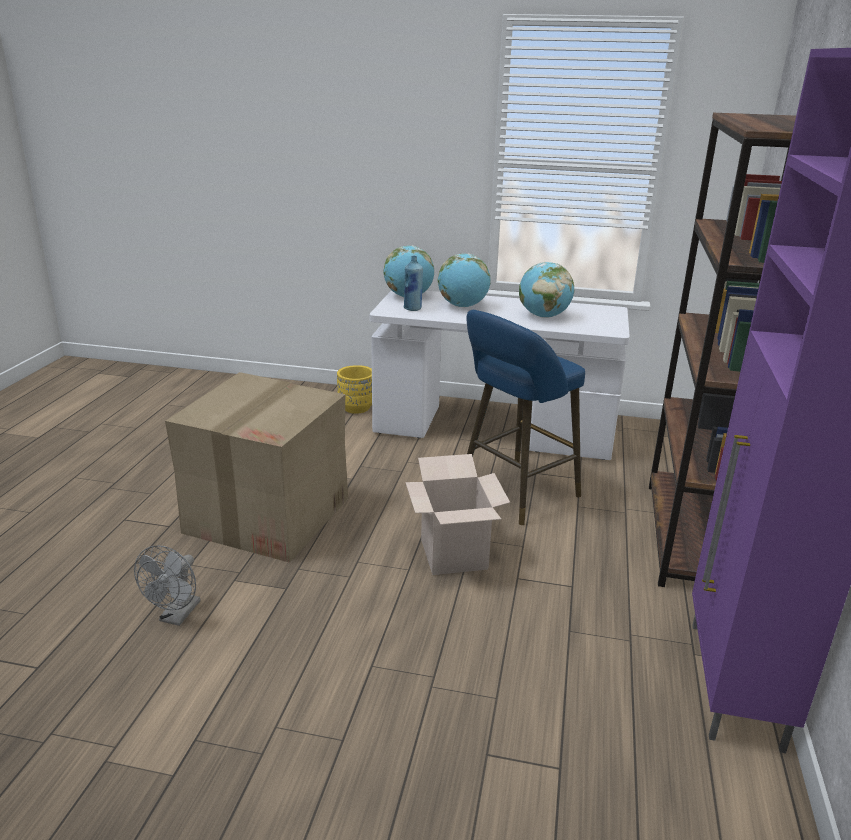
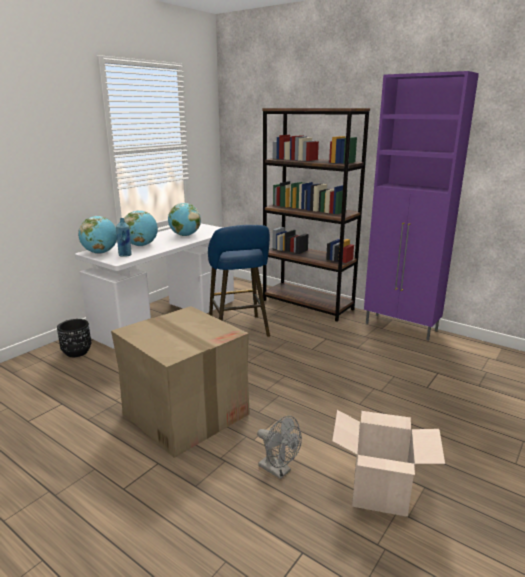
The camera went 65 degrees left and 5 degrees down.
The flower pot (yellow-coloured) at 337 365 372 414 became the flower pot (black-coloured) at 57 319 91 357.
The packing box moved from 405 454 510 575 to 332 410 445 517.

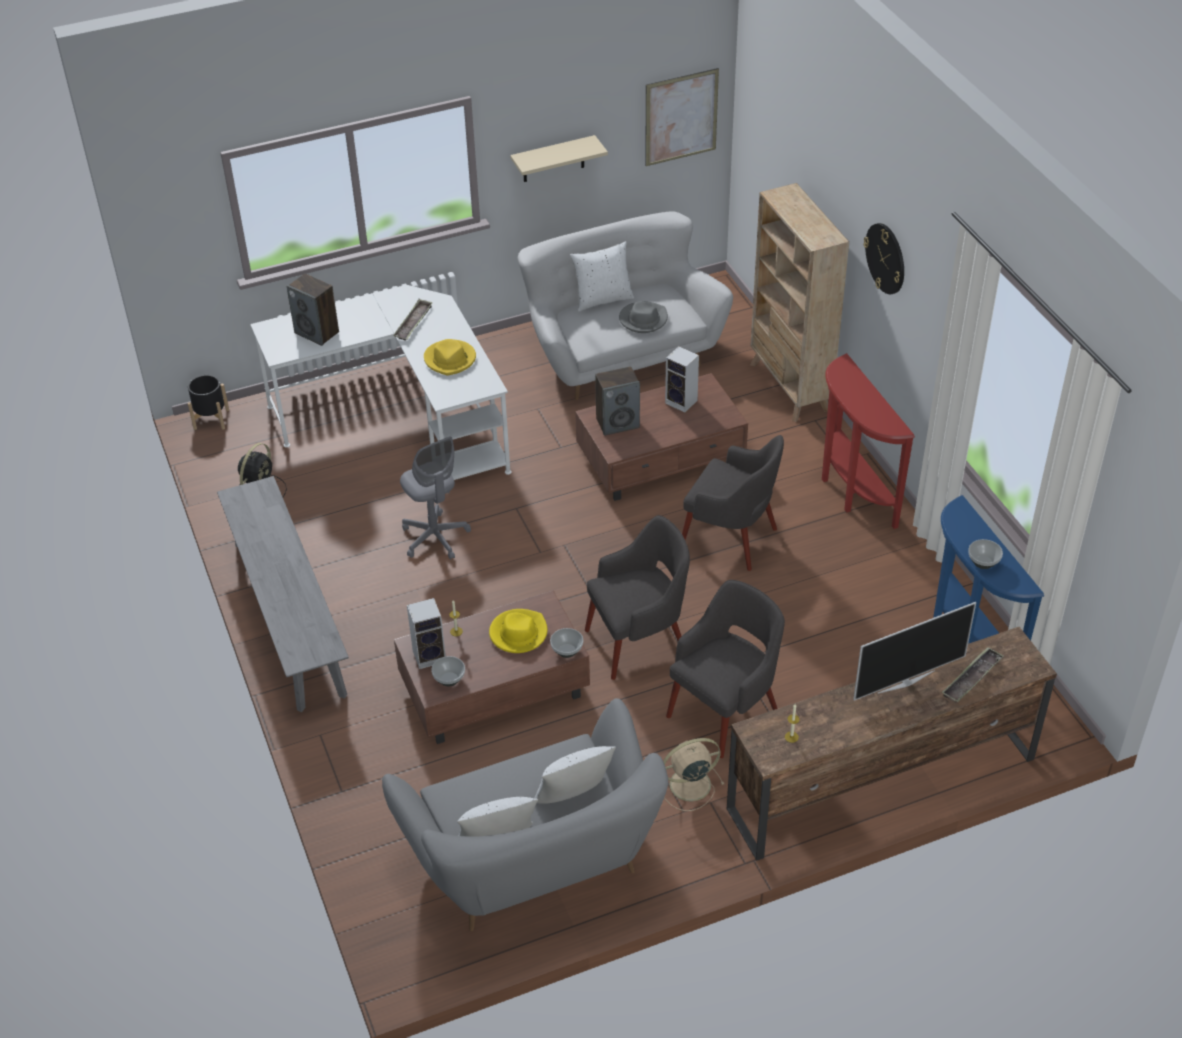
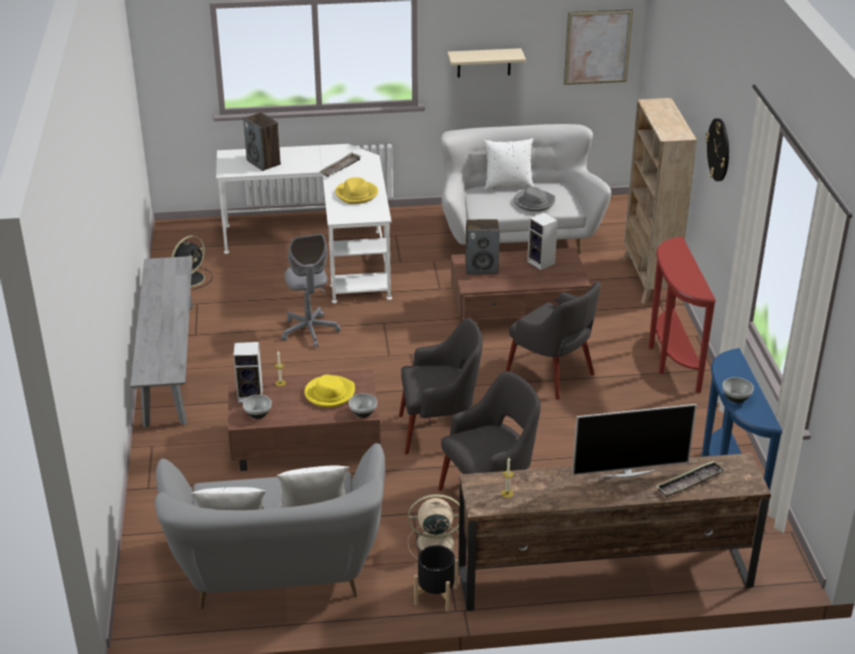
The camera went 15 degrees right and 10 degrees down.
The flower pot (black-coloured) moved from 188 375 229 430 to 414 545 459 612.

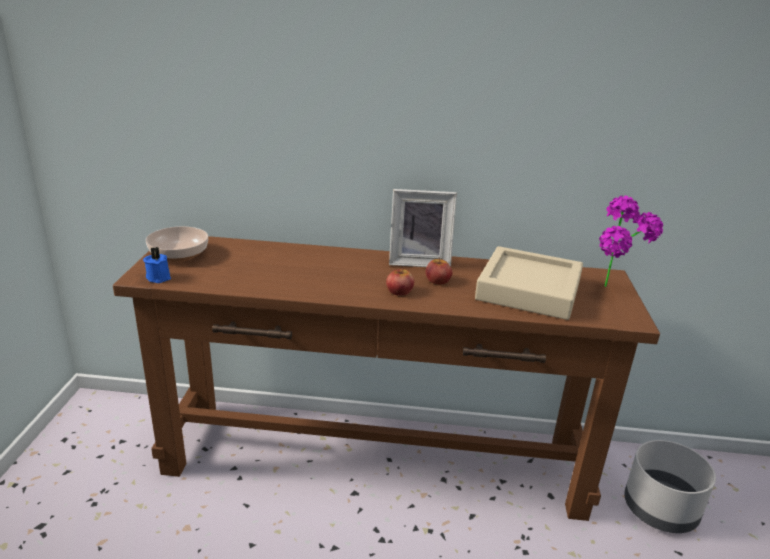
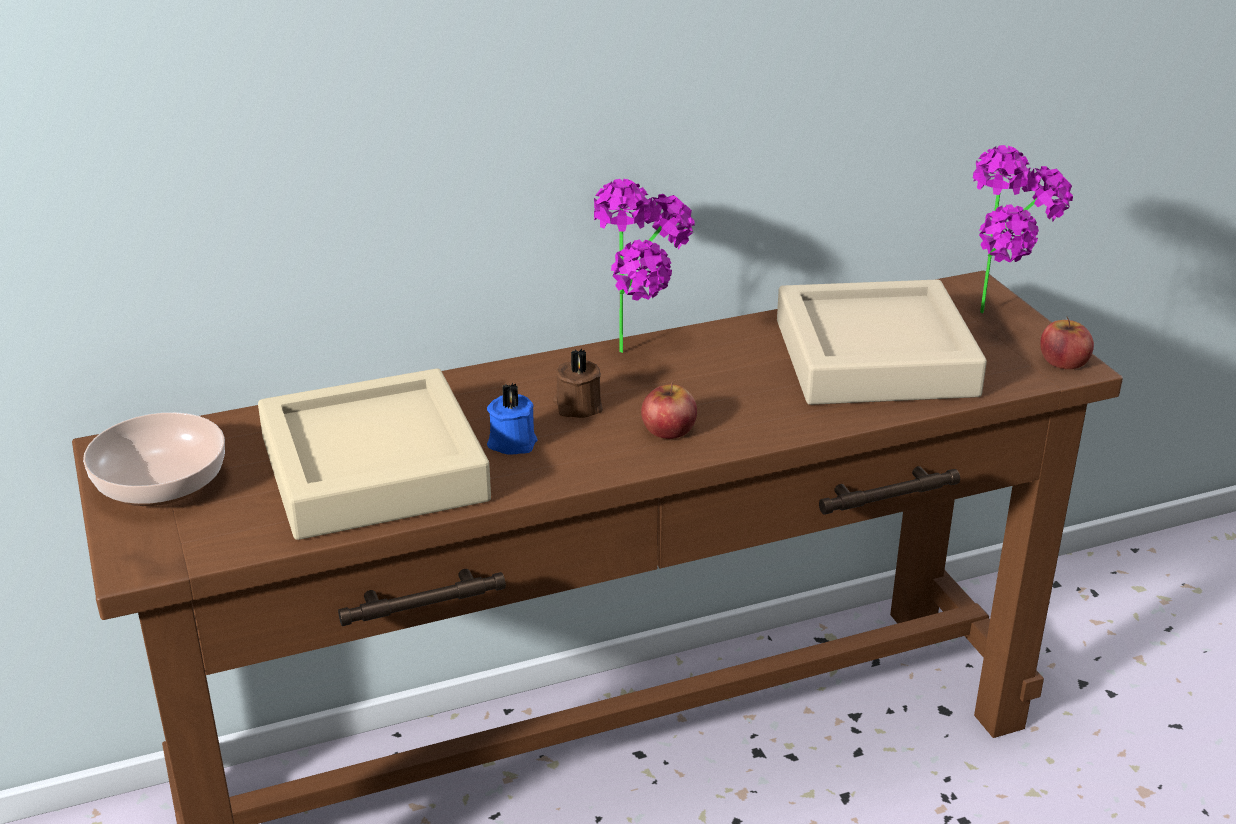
The camera went 25 degrees left and 5 degrees up.
The wax light (bluish) moved from 143 247 171 283 to 487 383 537 455.
The picture frame at 389 189 457 267 was replaced by the plant in a pot at 594 179 695 353.
The apple fruit moved from 426 258 452 285 to 1040 317 1094 369.
The flower pot (grey) at 624 440 716 533 disappeared.
The tray (beige-coloured) at 258 368 491 540 appeared.
The wax light (brown) at 553 349 603 418 appeared.

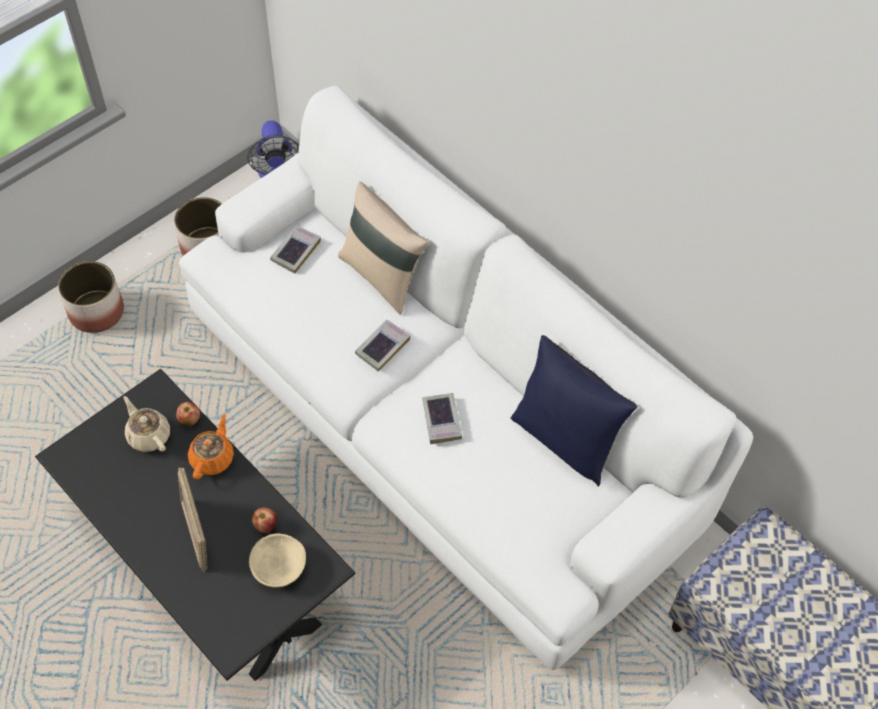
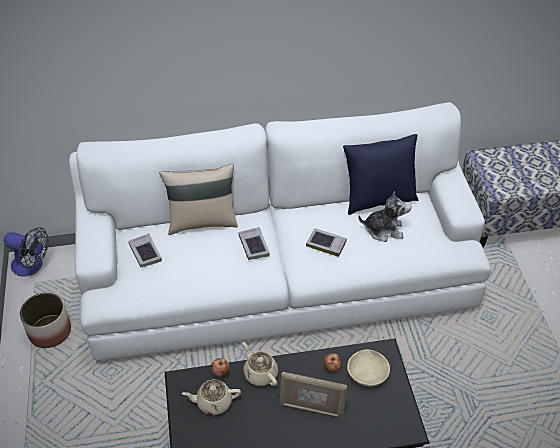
The camera went 55 degrees left and 10 degrees down.
The flower pot at 58 261 124 333 disappeared.
The tea pot (orange-coloured) at 188 414 234 479 became the tea pot (beige-coloured) at 243 342 278 386.
The cuddly toy at 358 191 412 242 appeared.

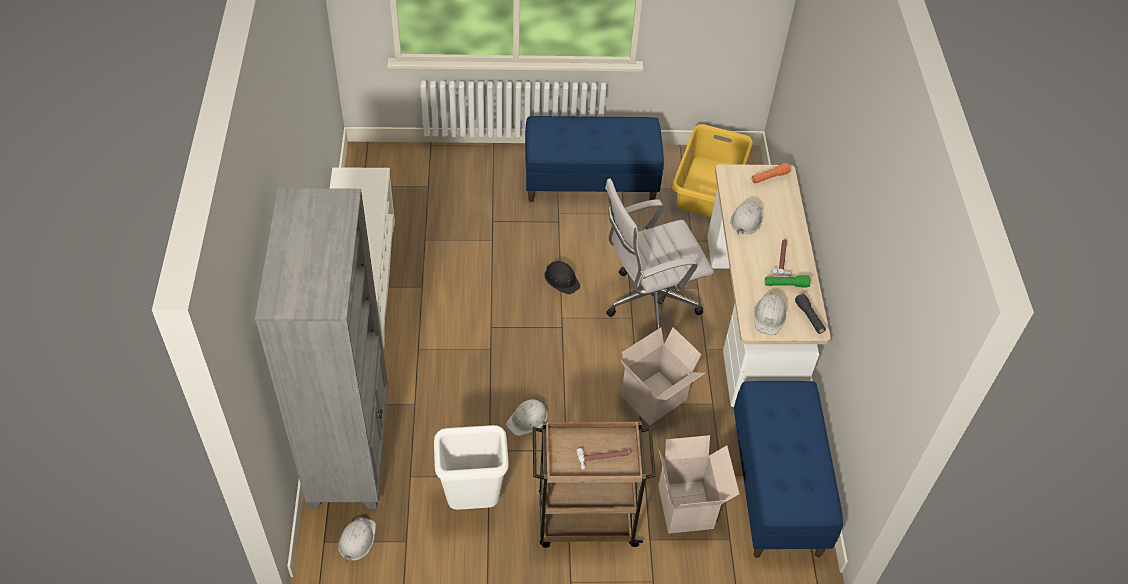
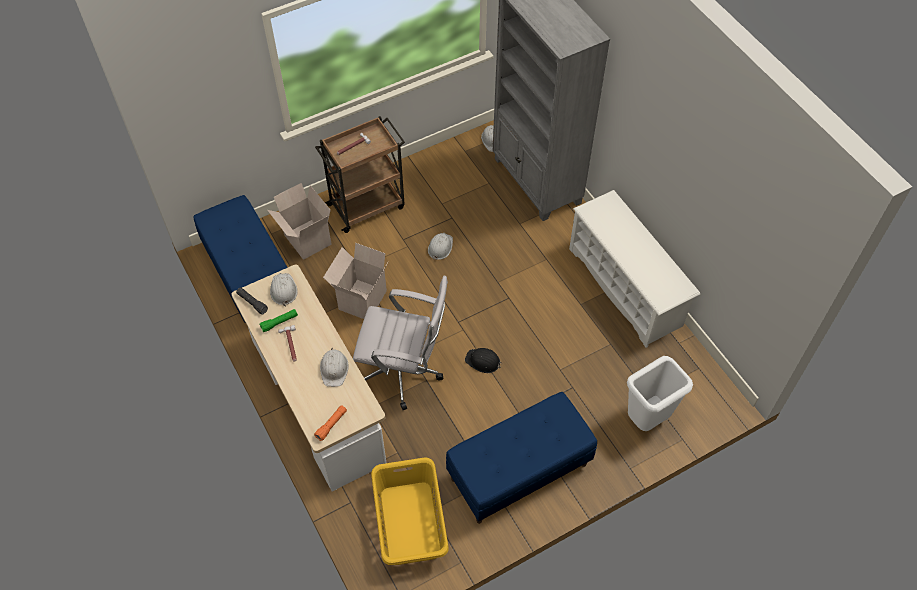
The camera went 155 degrees right and 5 degrees up.
The trash can (white-coloured) moved from 434 425 509 510 to 627 356 693 431.
The office chair (white-coloured) at 605 178 714 329 turned 60 degrees clockwise.

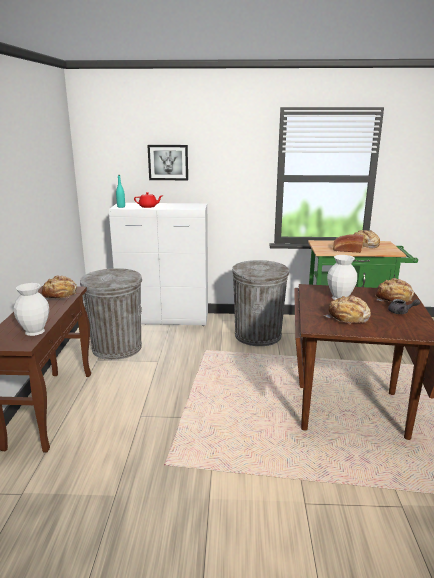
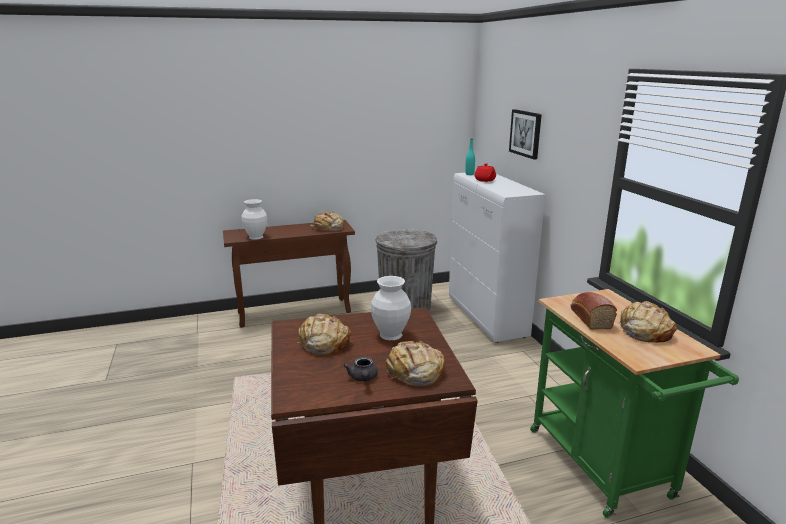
The camera went 70 degrees right and 0 degrees up.
The trash can (grey) at 232 260 289 346 disappeared.

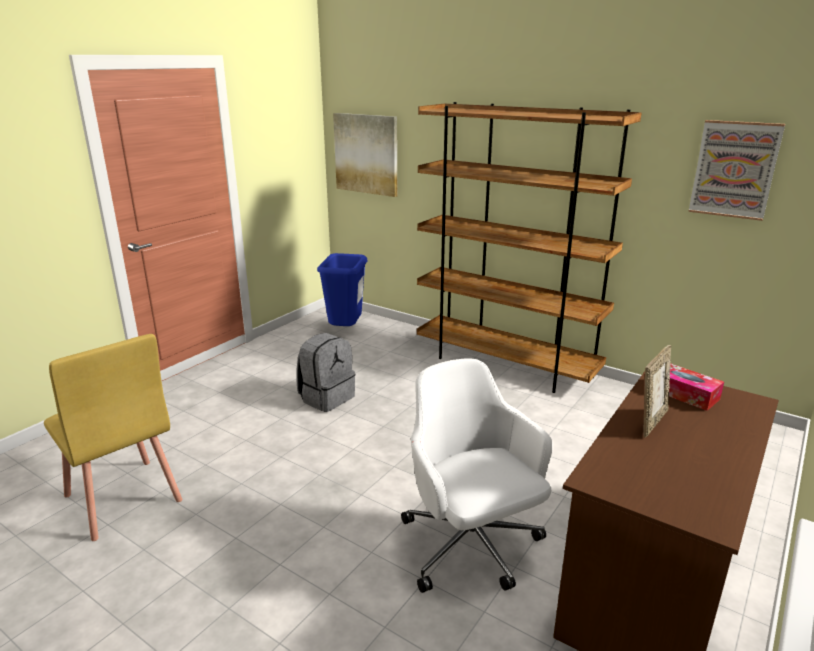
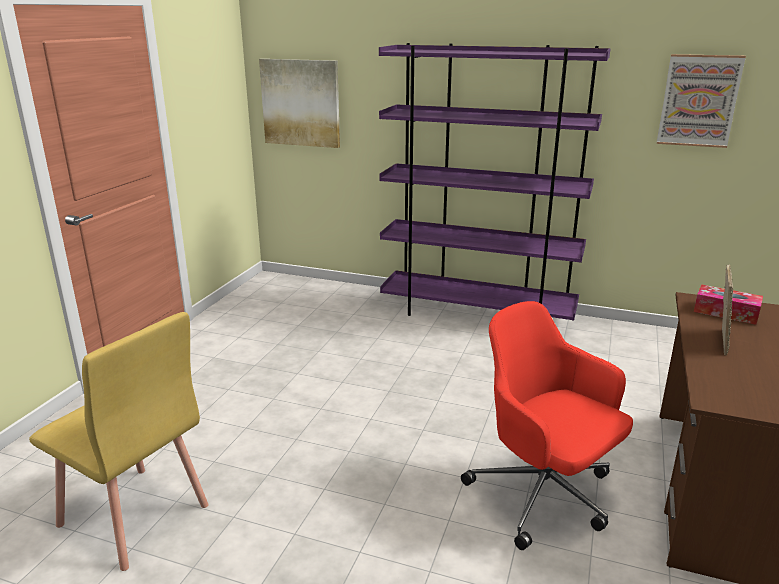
The camera went 15 degrees left and 0 degrees up.
The rucksack (grey) at 297 333 355 412 disappeared.
The trash can (bluish) at 317 253 367 326 disappeared.
The office chair (white-coloured) at 401 358 553 593 became the office chair (reddish) at 461 301 633 550.
The shelving unit (brown) at 417 102 641 393 became the shelving unit (purplish) at 379 43 611 320.

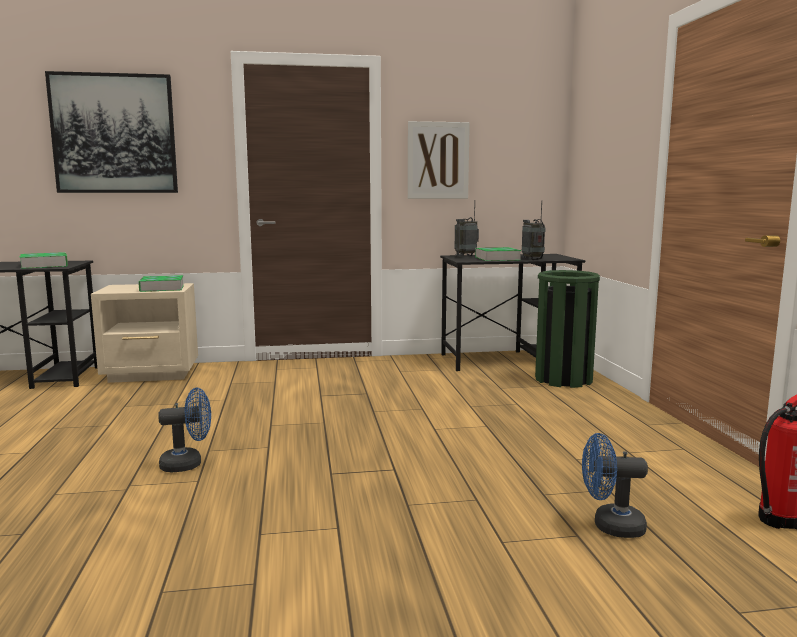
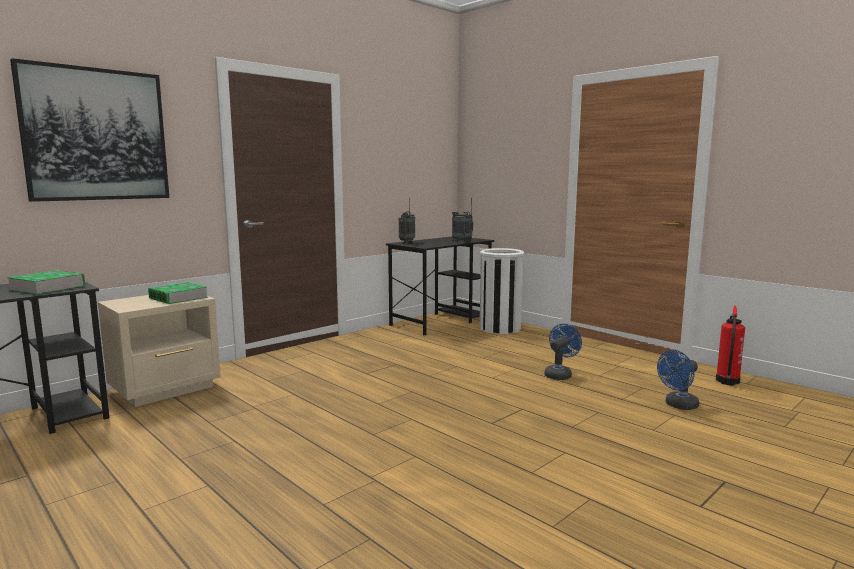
The camera went 35 degrees left and 0 degrees up.
The electric fan (bluish) moved from 158 388 211 472 to 544 324 582 380.
The wall picture at 408 121 470 199 disappeared.
The book at 475 247 521 261 disappeared.
The trash can (green) at 535 270 600 388 became the trash can (white-coloured) at 480 248 524 334.

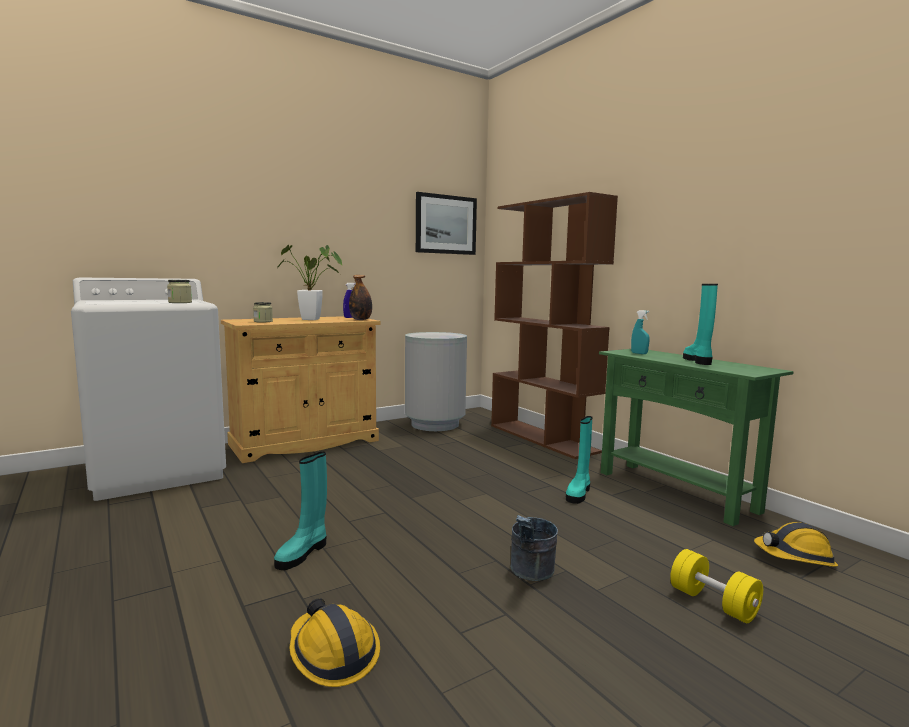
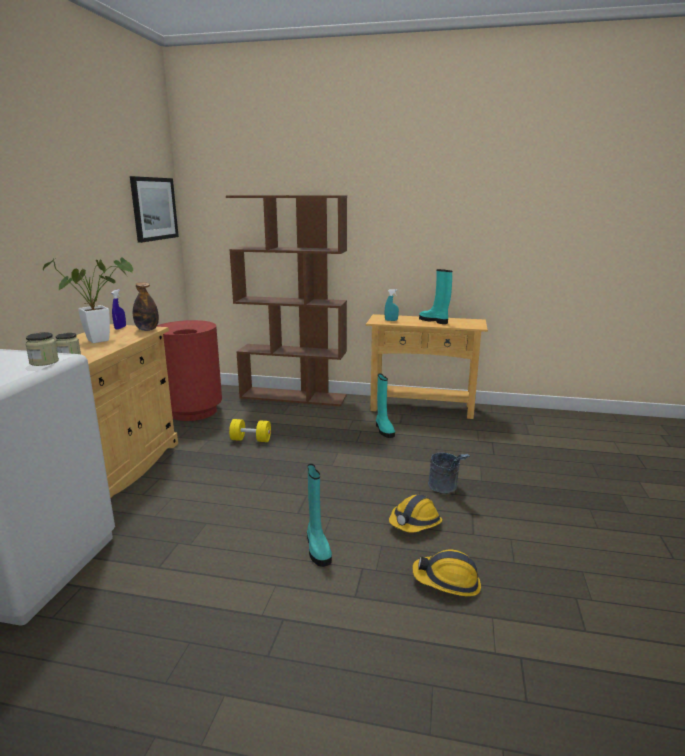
The camera went 45 degrees left and 10 degrees up.
The trash can (grey) at 405 332 467 431 became the trash can (reddish) at 157 320 222 421.
The hall table (green) at 599 349 794 526 became the hall table (beige-coloured) at 366 314 488 419.
The hand weight (yellow-coloured) moved from 670 549 763 623 to 229 419 271 442.
The safety helmet moved from 754 522 838 567 to 389 495 442 533.

